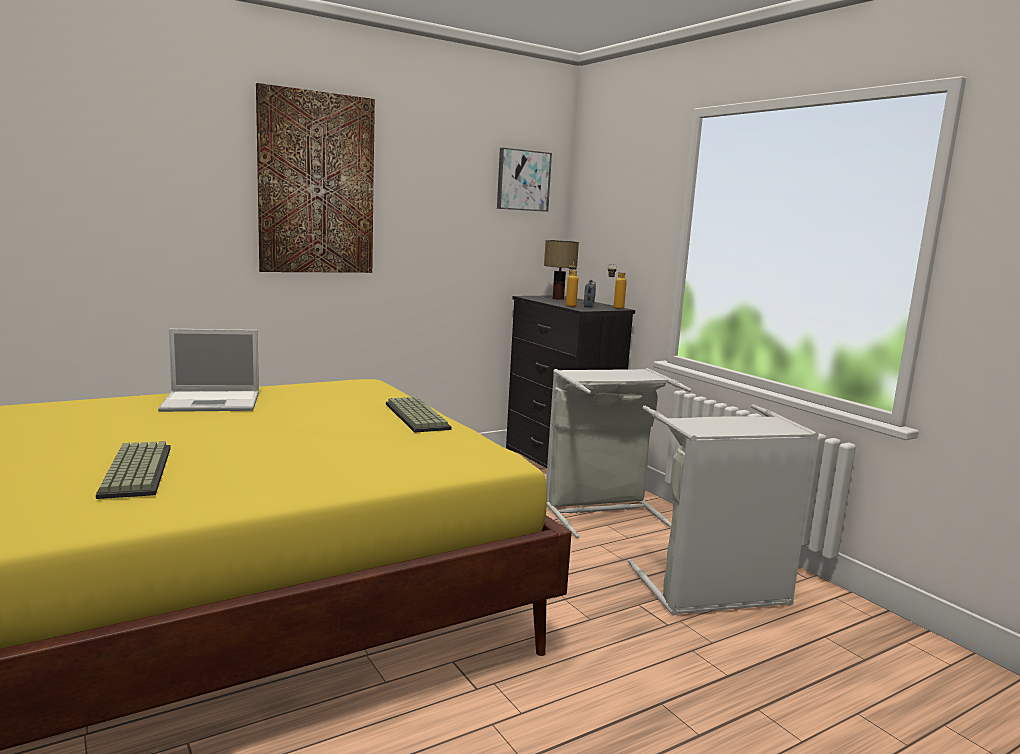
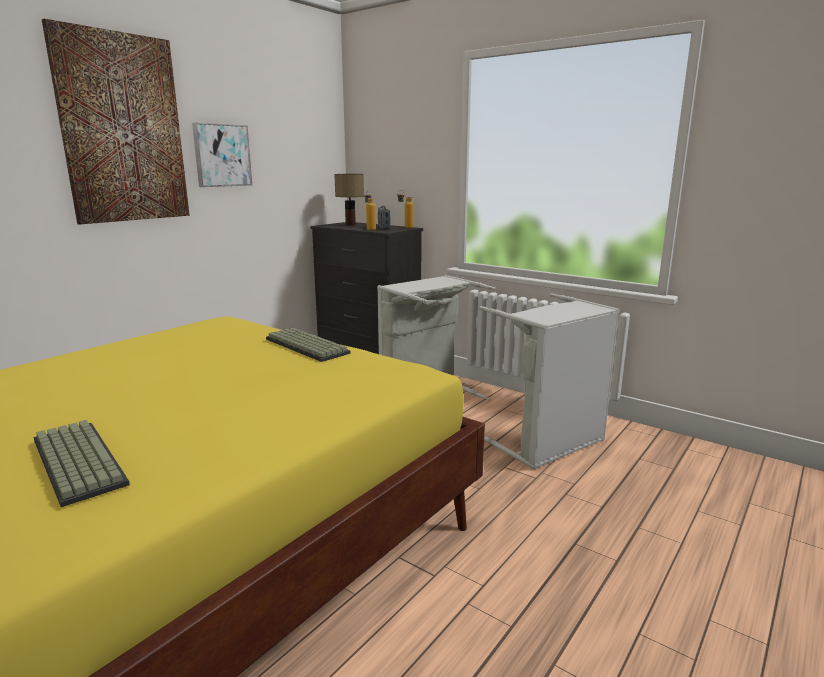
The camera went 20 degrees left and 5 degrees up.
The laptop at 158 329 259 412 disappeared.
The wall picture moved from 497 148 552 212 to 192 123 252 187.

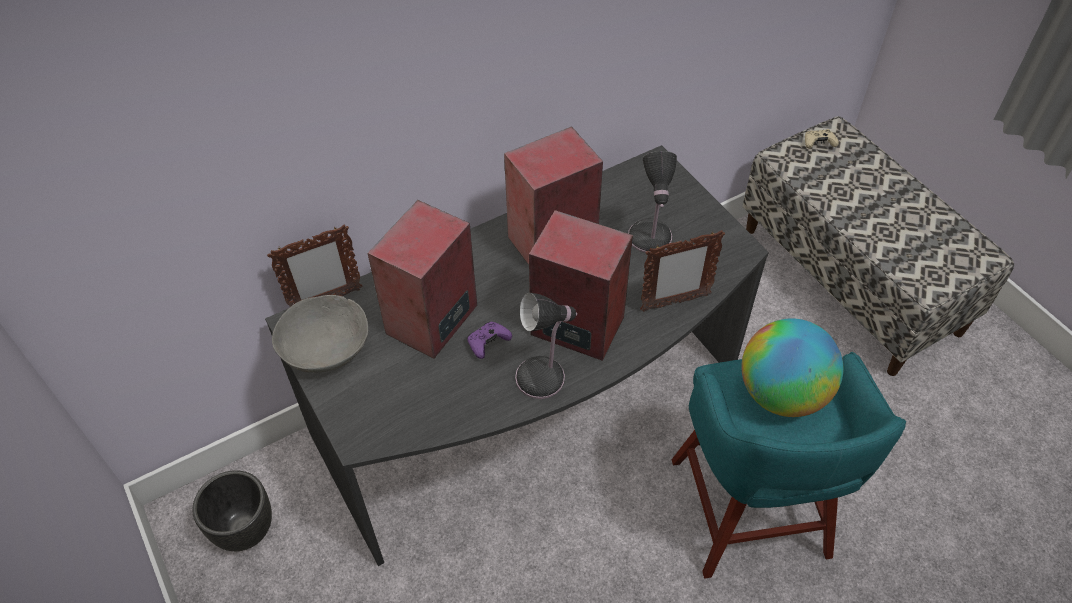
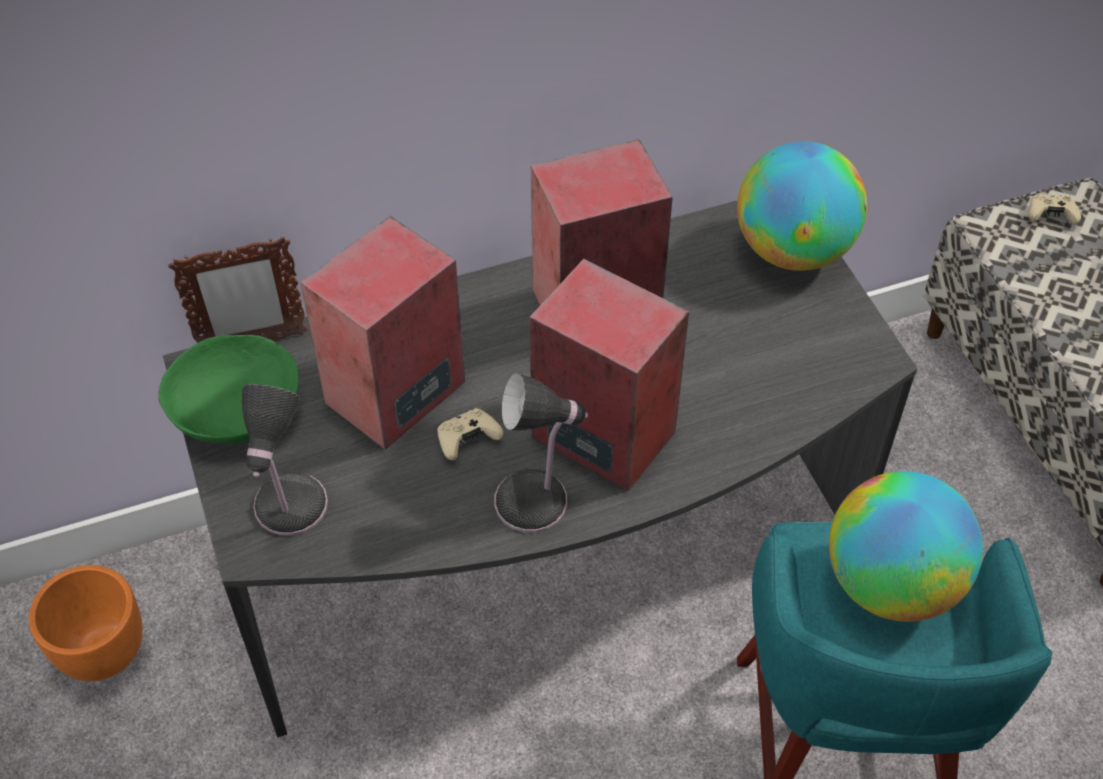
The camera went 10 degrees right and 0 degrees up.
The flower pot (black-coloured) at 192 470 272 551 became the flower pot (orange-coloured) at 29 565 143 681.
The bowl (grey) at 272 295 368 372 became the bowl (green) at 158 335 299 444.
The gamepad (purplish) at 467 321 512 359 became the gamepad (beige-coloured) at 437 408 503 460.
The lamp for a table moved from 628 151 677 253 to 242 384 328 536.
The picture frame at 640 230 725 312 disappeared.
The globe at 737 142 867 271 appeared.

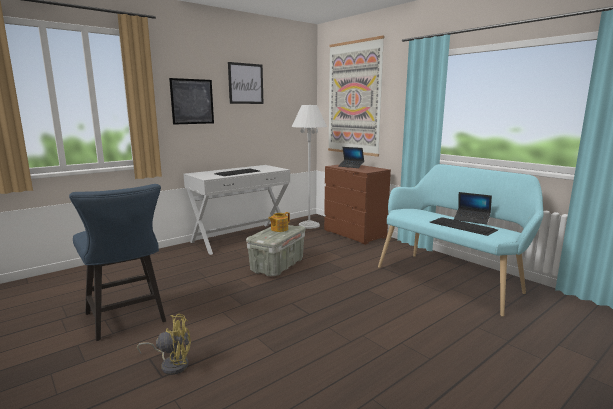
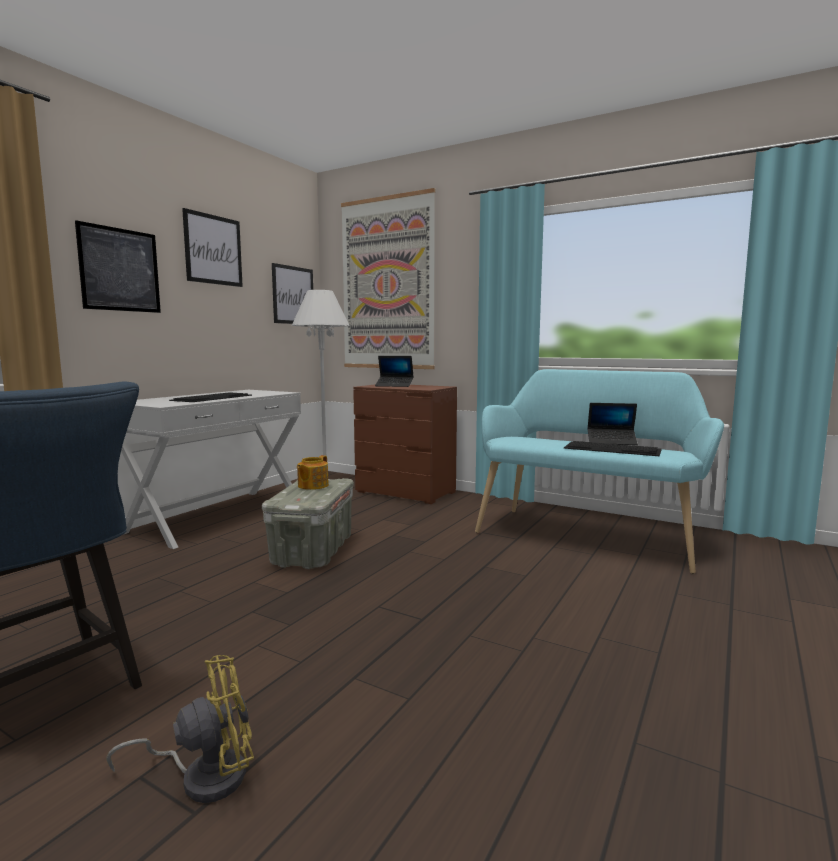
The camera went 20 degrees left and 5 degrees down.
The wall picture at 272 263 313 324 appeared.

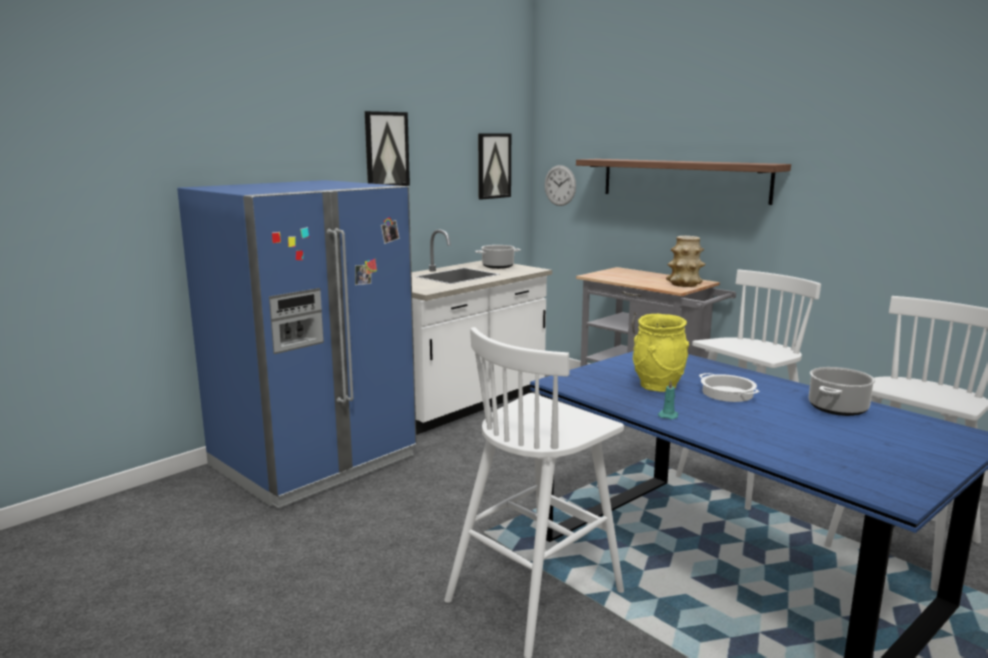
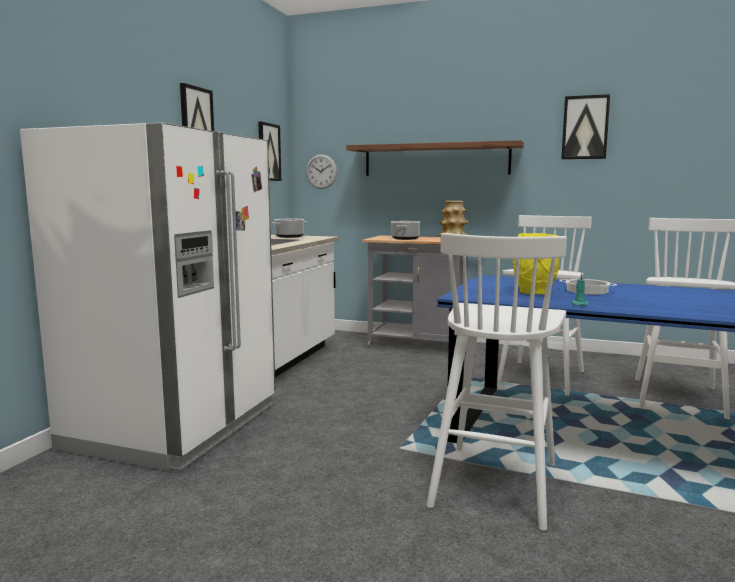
The camera went 25 degrees left and 5 degrees down.
The refrigerator (bluish) at 177 180 417 509 became the refrigerator (white-coloured) at 20 123 276 471.
The cooking pot moved from 809 367 875 416 to 391 221 420 240.
The wall picture at 561 94 610 160 appeared.

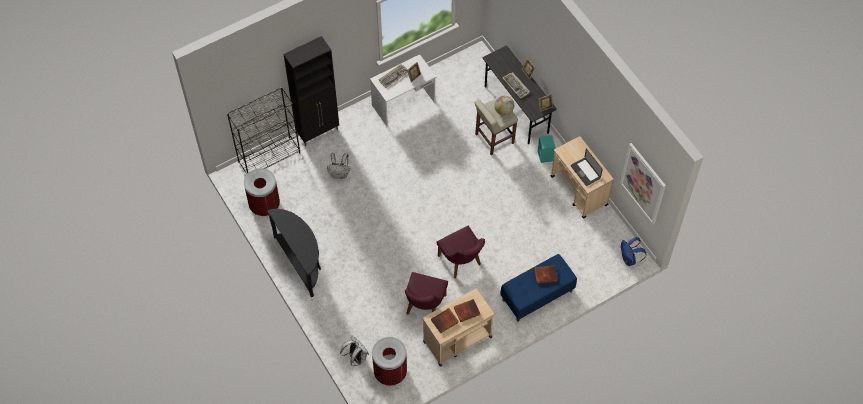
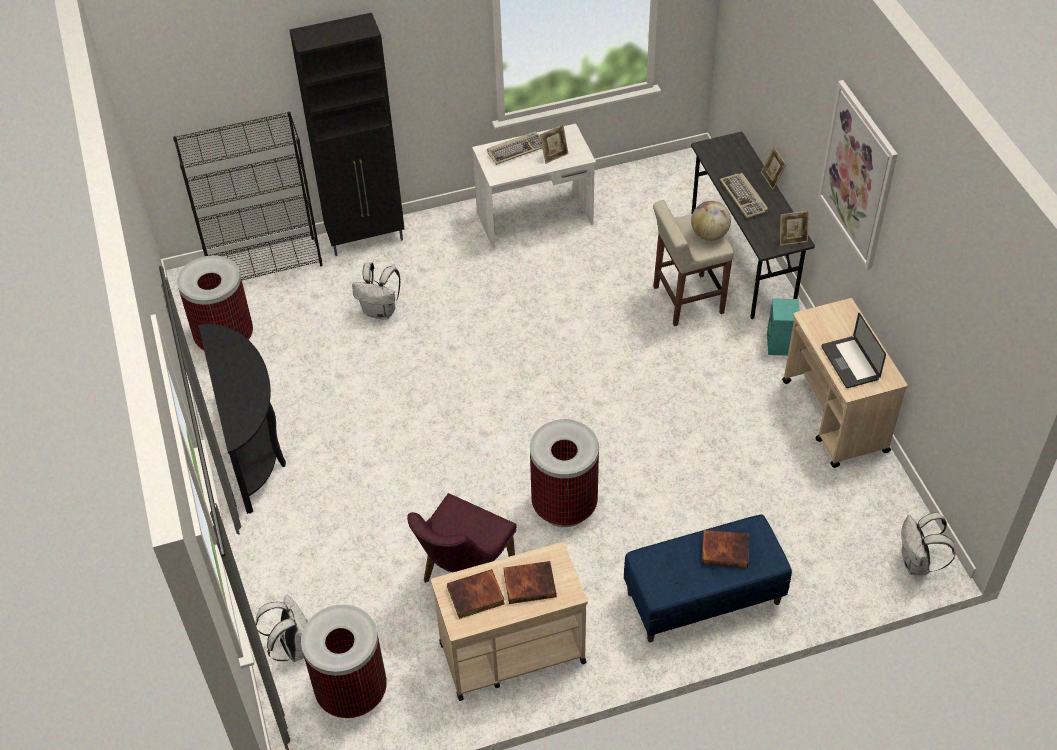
The camera went 15 degrees right and 10 degrees down.
The upright chair (purplish) at 436 226 485 278 was replaced by the trash can at 530 419 599 527.
The wall picture moved from 620 143 666 224 to 818 80 898 270.
The rucksack (bluish) at 621 237 646 266 became the rucksack (white-coloured) at 901 512 955 575.

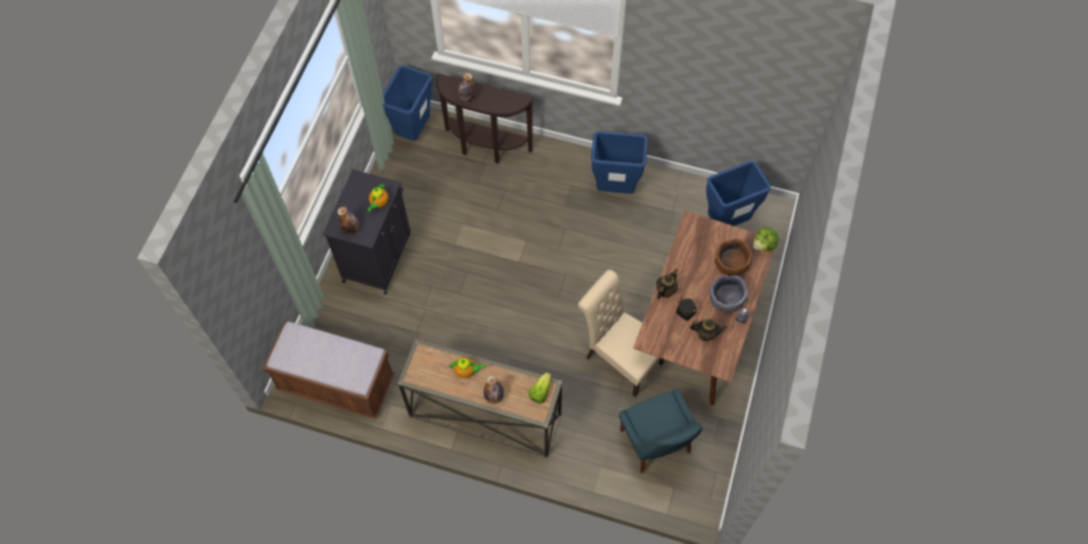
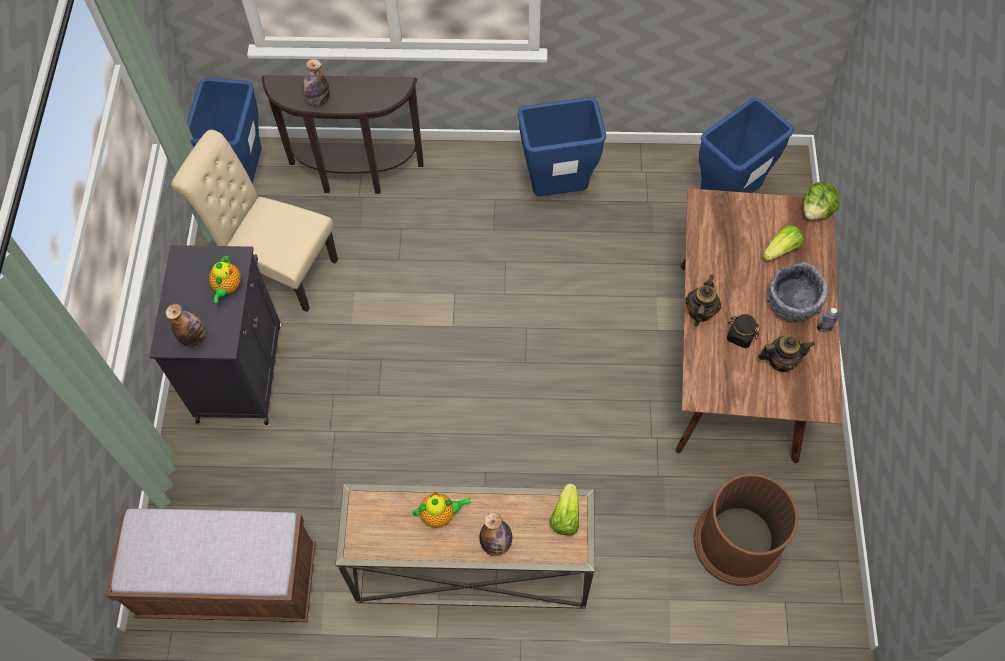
The camera went 15 degrees left and 0 degrees up.
The upright chair (beige-coloured) moved from 578 270 664 398 to 171 130 338 312.
The upright chair (bluish) at 619 389 702 473 was replaced by the trash can (brown) at 694 474 798 586.
The bowl (brown) at 714 239 753 276 was replaced by the lettuce head at 763 225 803 261.

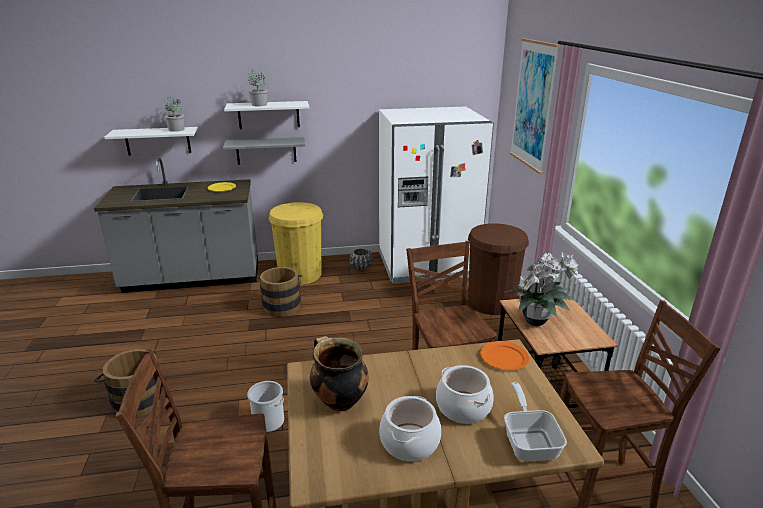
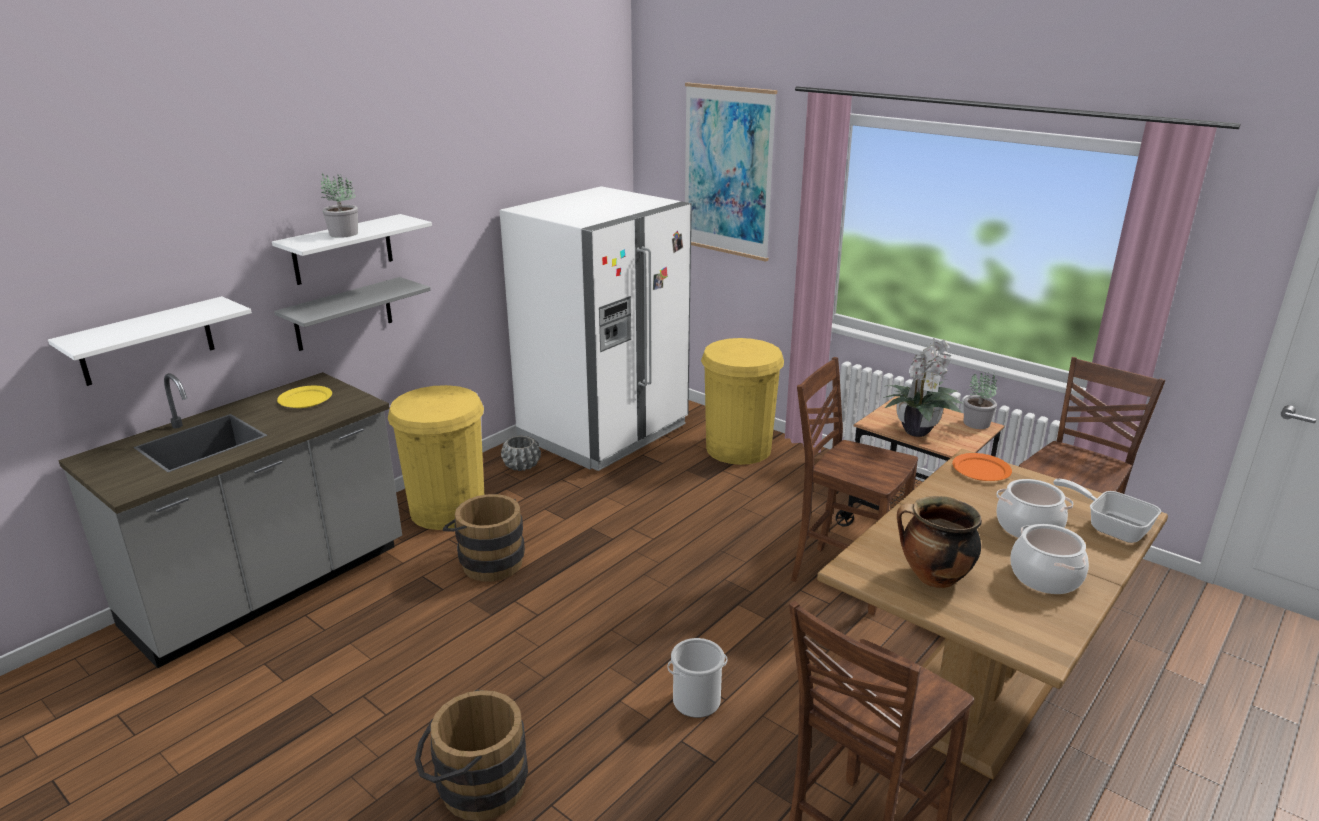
The camera went 40 degrees left and 0 degrees up.
The plant in a pot moved from 164 97 185 132 to 964 372 997 429.
The trash can (brown) at 468 223 529 315 became the trash can (yellow-coloured) at 701 338 784 465.

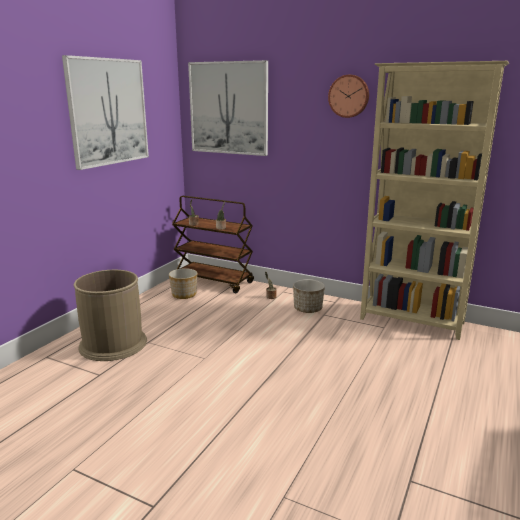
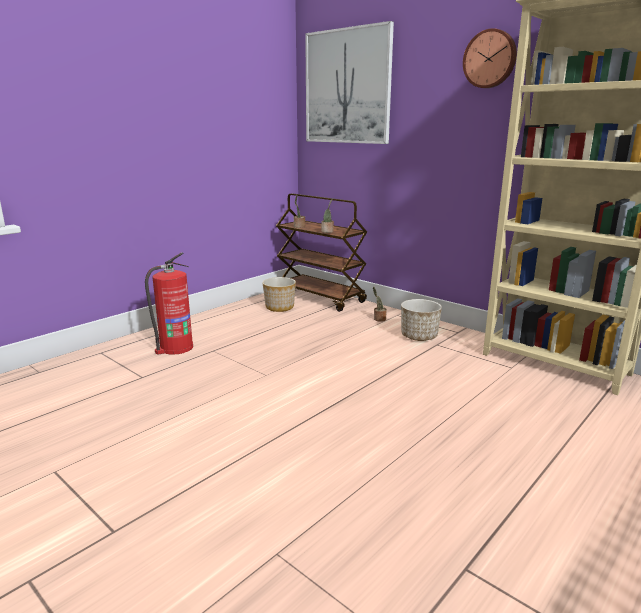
The camera went 15 degrees right and 0 degrees up.
The wall picture at 62 55 149 170 disappeared.
The trash can (brown) at 74 270 147 361 was replaced by the fire extinguisher at 145 252 193 355.

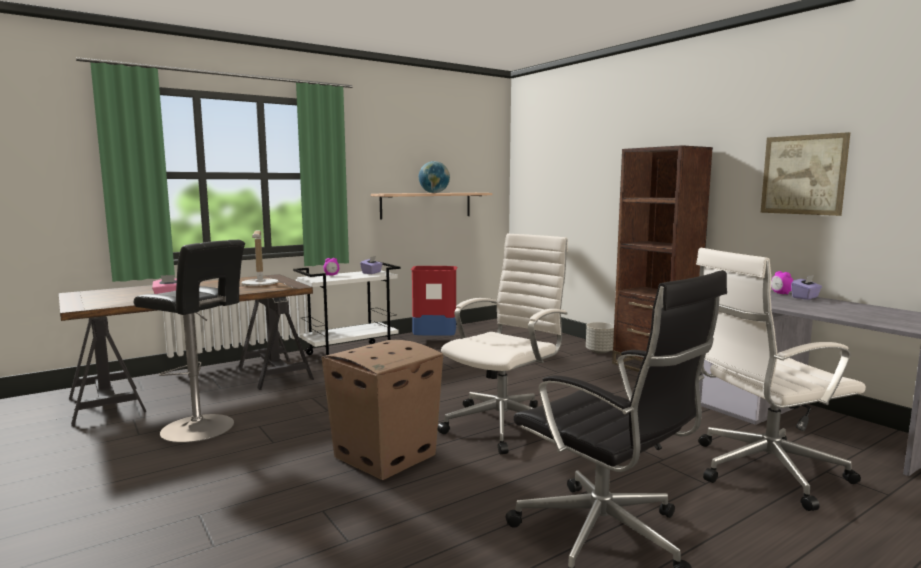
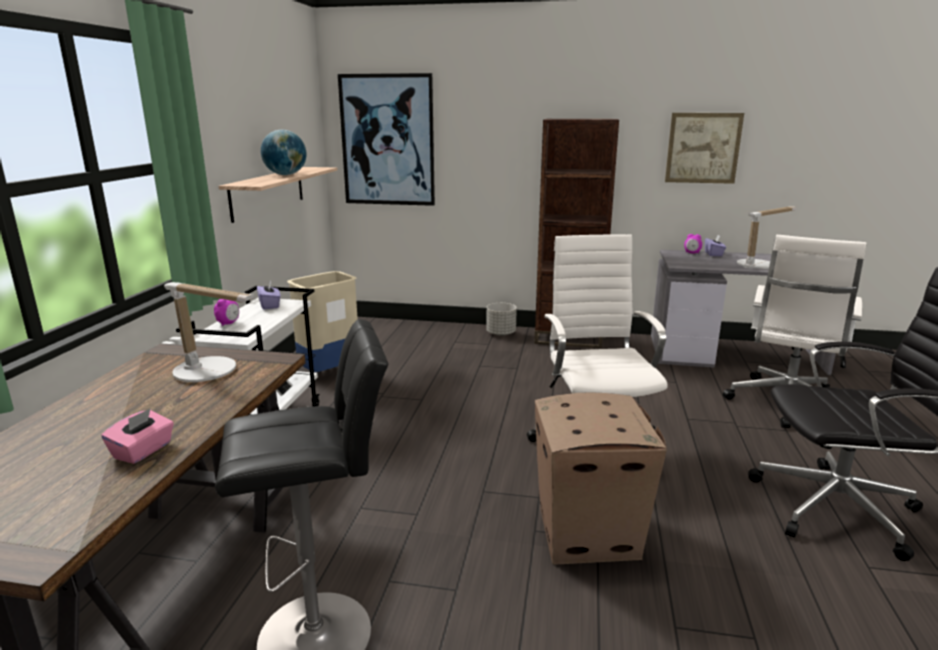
The camera went 45 degrees left and 10 degrees up.
The trash can (reddish) at 410 266 457 336 became the trash can (beige-coloured) at 287 271 358 372.
The wall picture at 338 73 435 206 appeared.
The lamp for a table at 737 206 796 269 appeared.

